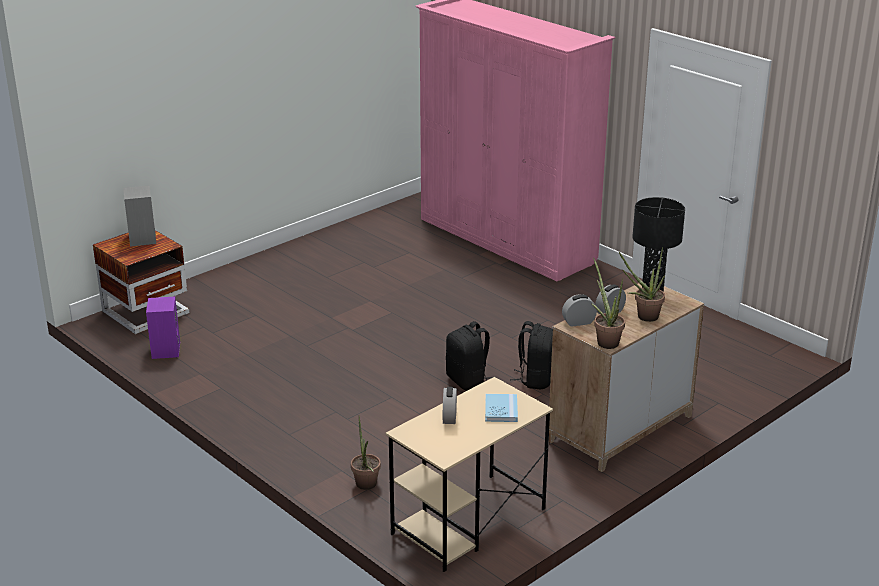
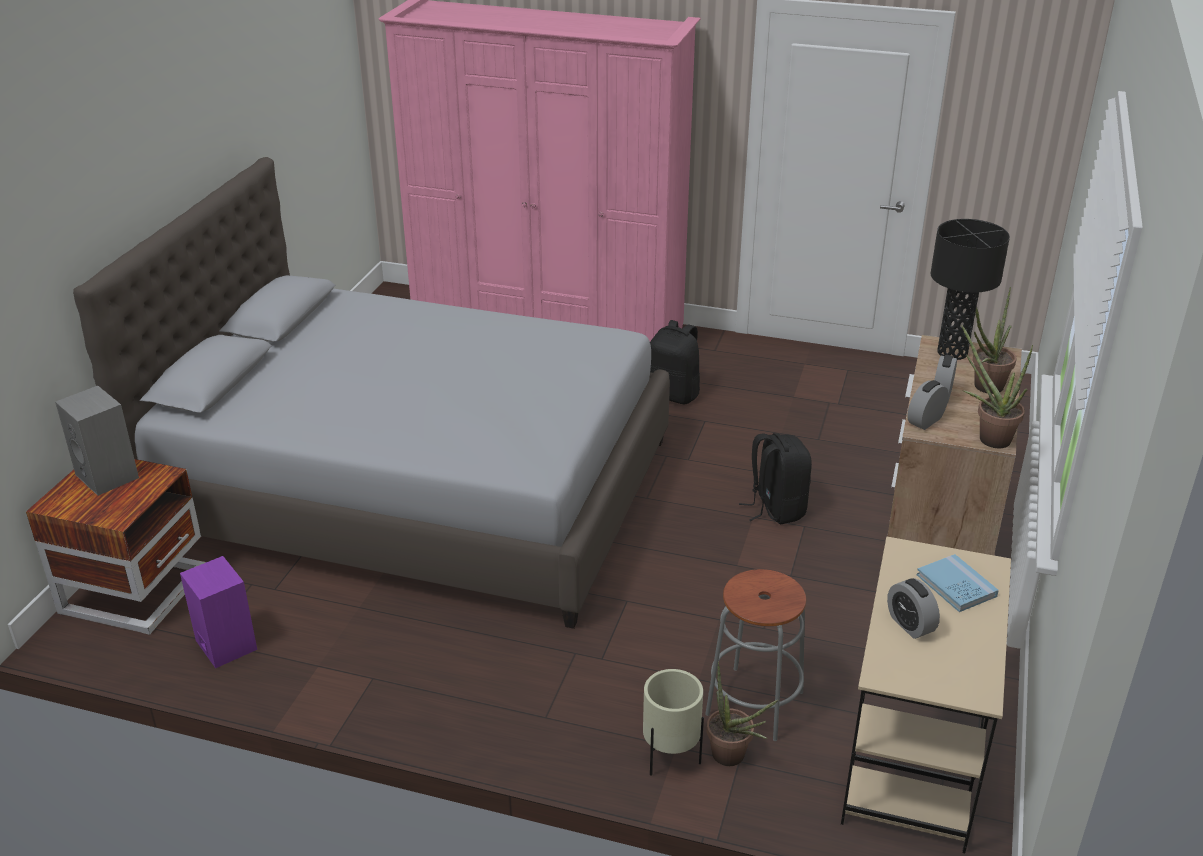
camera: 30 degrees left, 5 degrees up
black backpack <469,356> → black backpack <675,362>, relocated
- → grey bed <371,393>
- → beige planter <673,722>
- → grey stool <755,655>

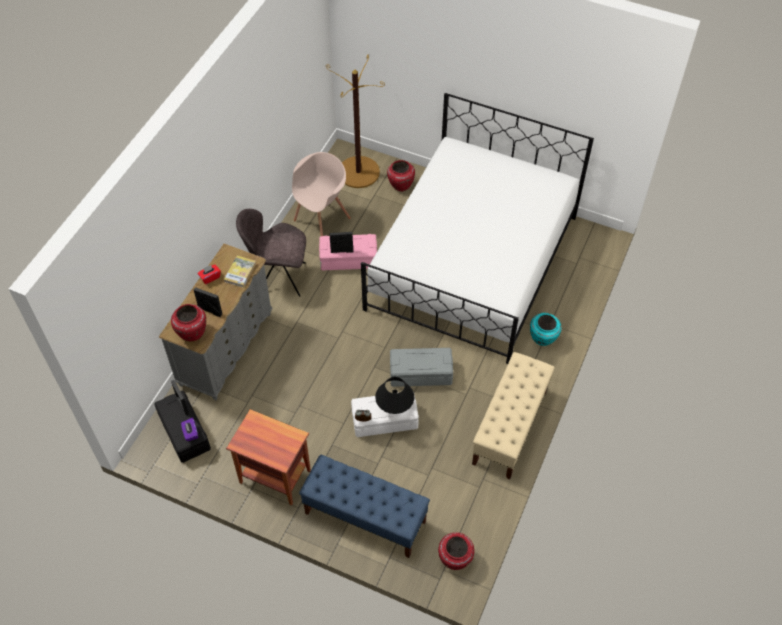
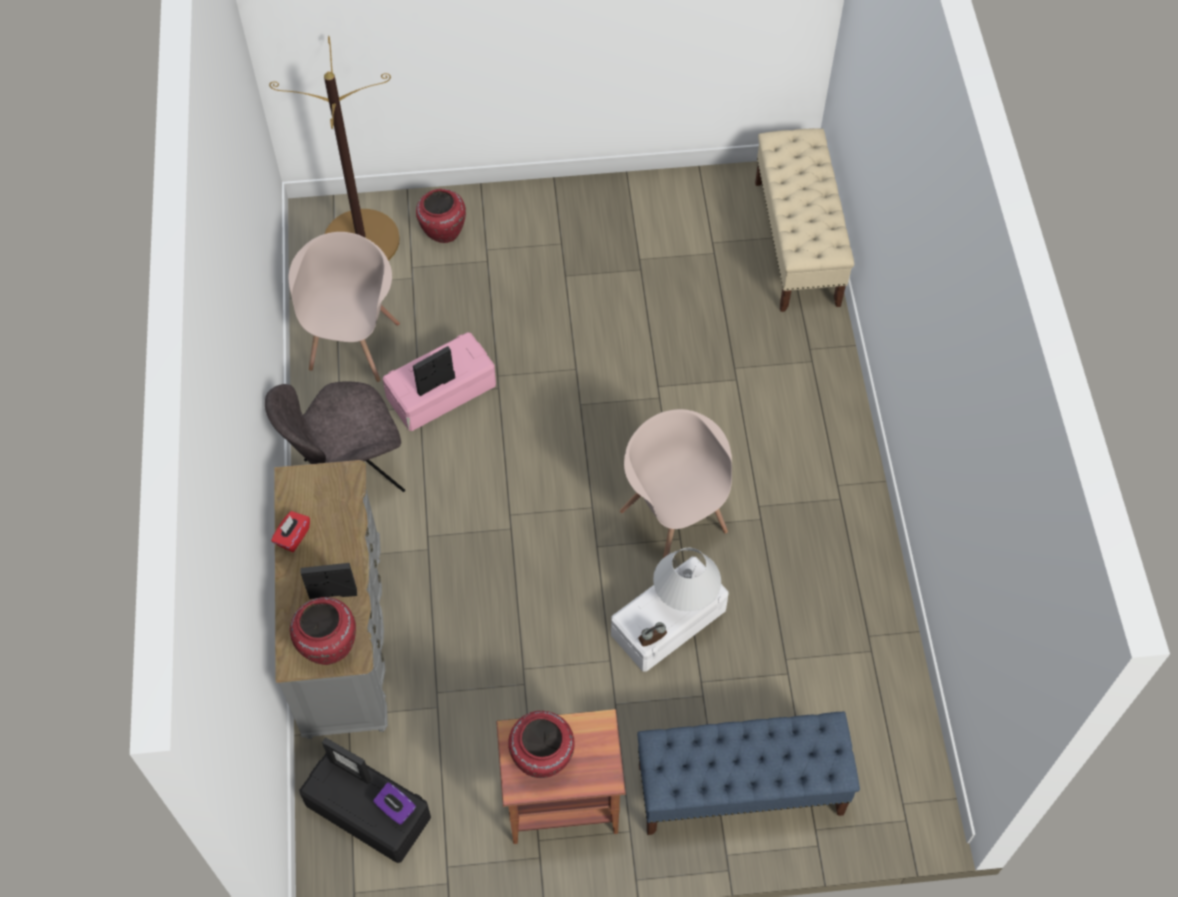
camera: 30 degrees left, 5 degrees up
book <240,272> → -
white bed <477,228> → -
black table lamp <394,395> → white table lamp <687,579>
grey storage box <421,367> → beige chair <676,483>
red vase <456,551> → red vase <541,744>, relocated
beige bench <513,415> → beige bench <804,220>, relocated
turquoise vase <545,329> → -

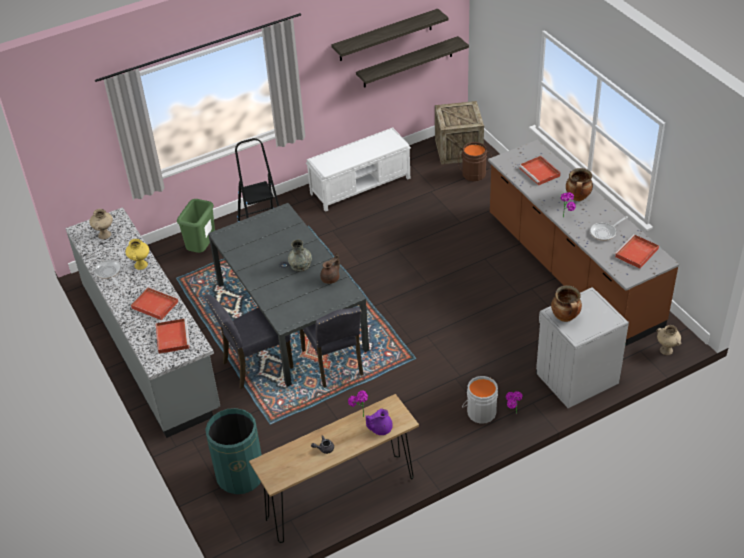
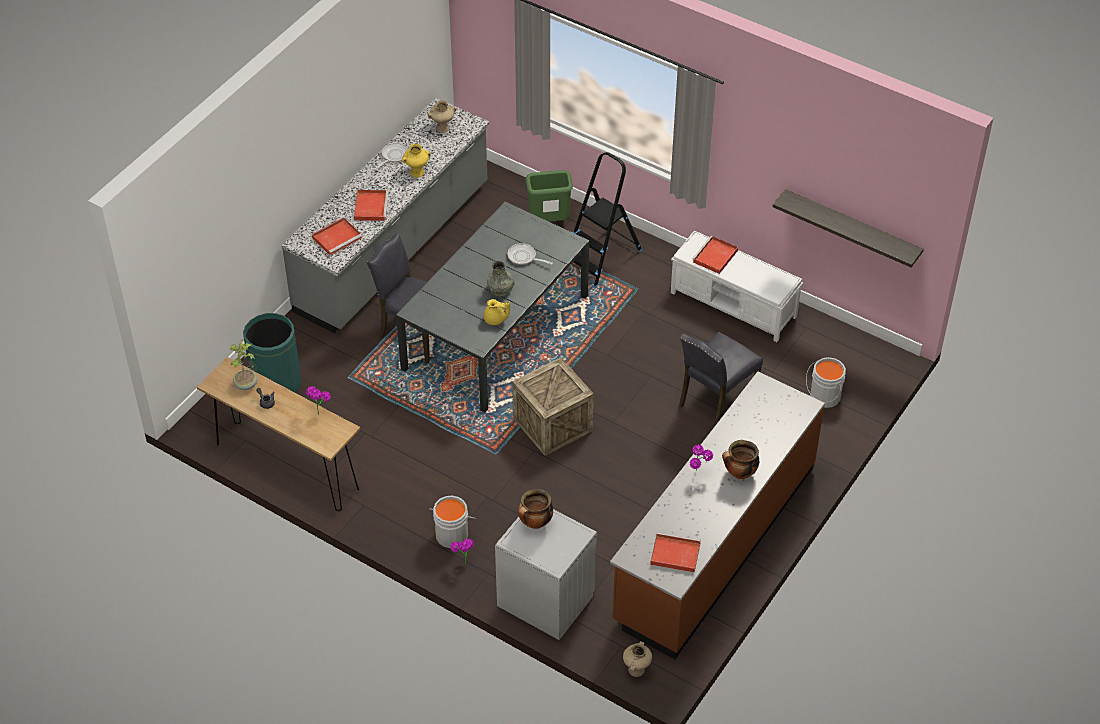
camera: 60 degrees right, 5 degrees up
grey chair <332,347> → grey chair <721,380>, relocated
brown teapot <330,268> → yellow teapot <497,312>
shelf <390,35> → -
purple teapot <379,422> → -
crate <459,133> → crate <553,406>, relocated
brown bucket <475,161> → grey bucket <826,382>
red tray <540,170> → red tray <715,255>, relocated
frying pan <609,228> → frying pan <530,254>, relocated
- → potted plant <243,364>

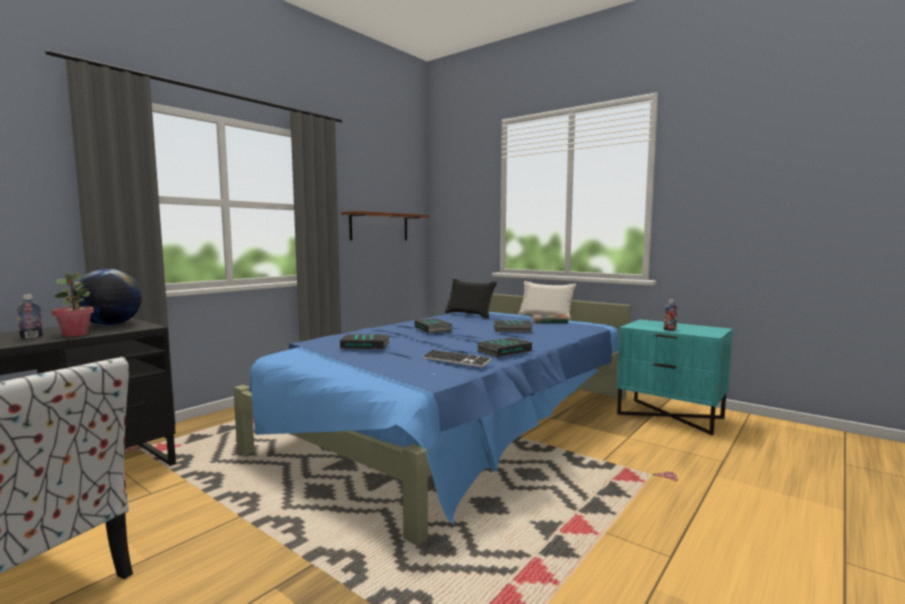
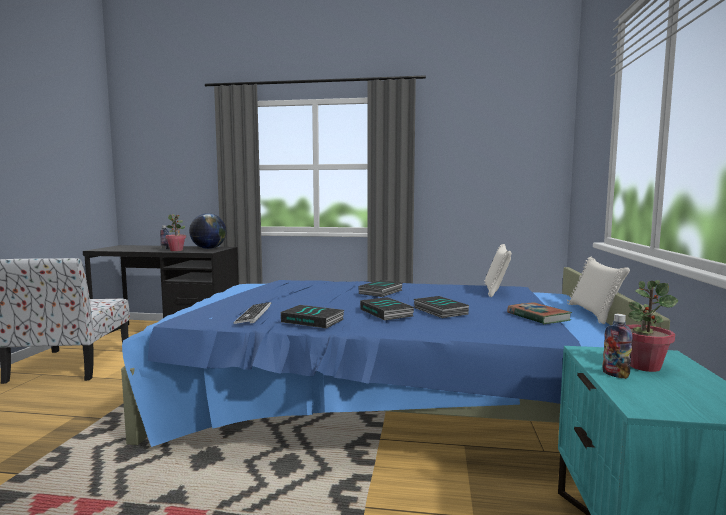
camera: 60 degrees right, 0 degrees up
book <364,341> → book <387,308>, relocated
brown shelf <385,225> → -
black pillow <471,299> → white pillow <498,270>
- → potted plant <652,326>

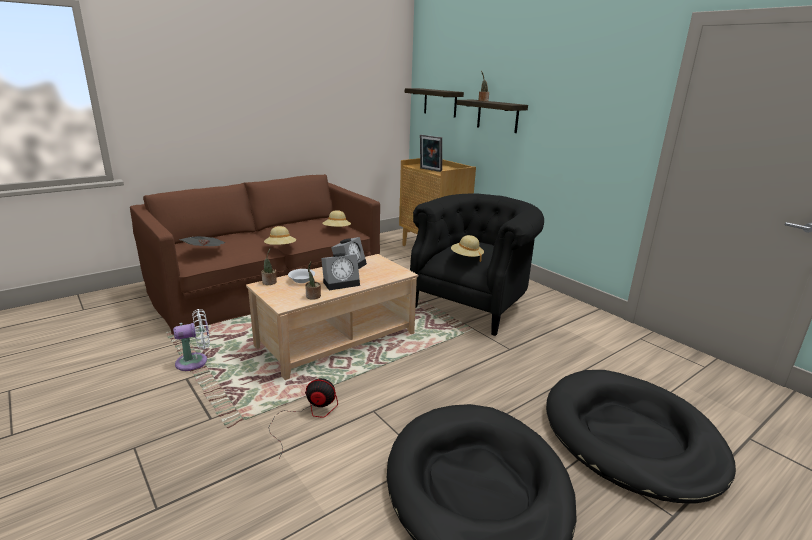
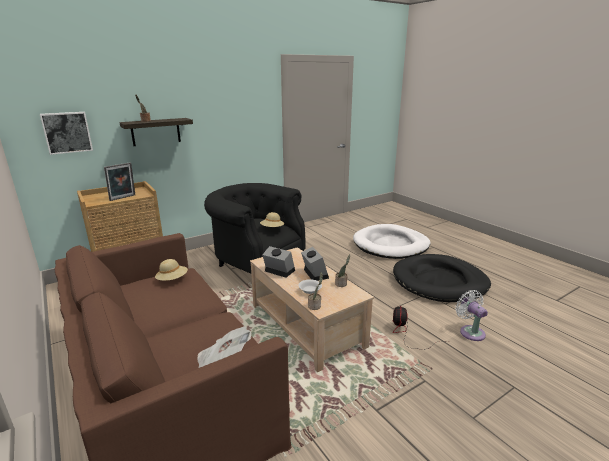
camera: 85 degrees left, 0 degrees up
white fan <191,340> → white fan <471,315>, relocated
beige hat <280,235> → -
shelf <434,103> → picture <66,133>
black dog bed <641,437> → white dog bed <392,241>

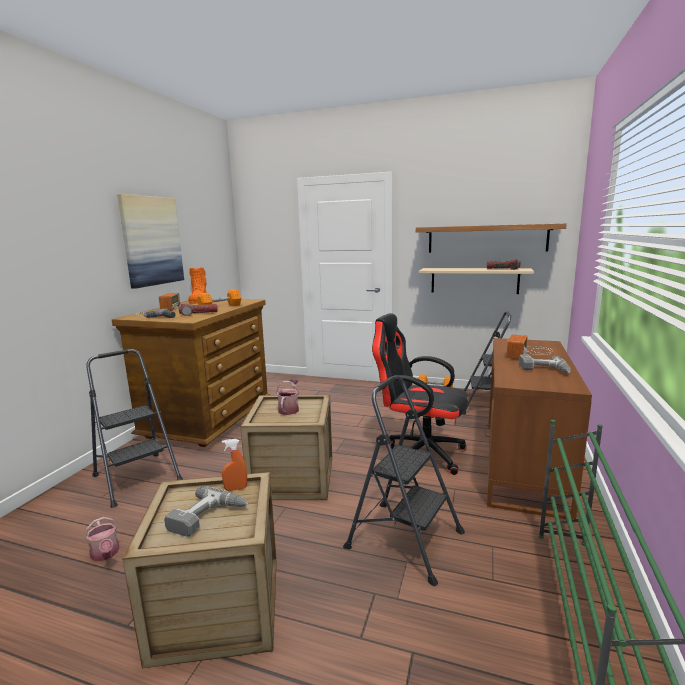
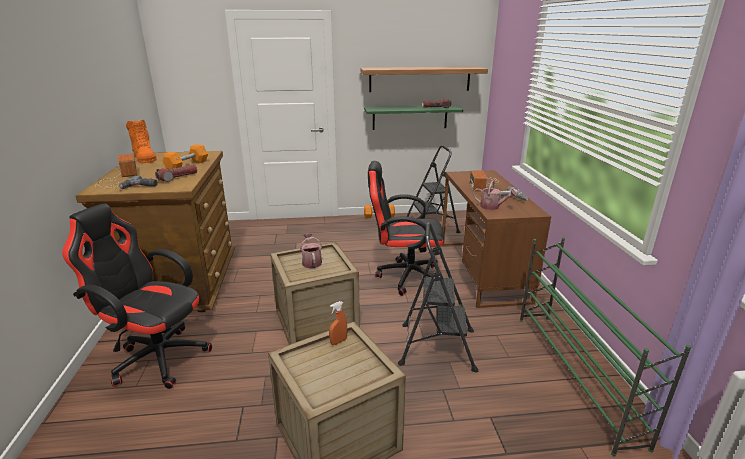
camera: 25 degrees left, 10 degrees up
watering can <101,539> → watering can <495,195>, relocated
black step ladder <134,428> → black office chair <137,296>
picture <150,241> → -
power drill <206,511> → -
beige shelf <476,281> → green shelf <413,117>

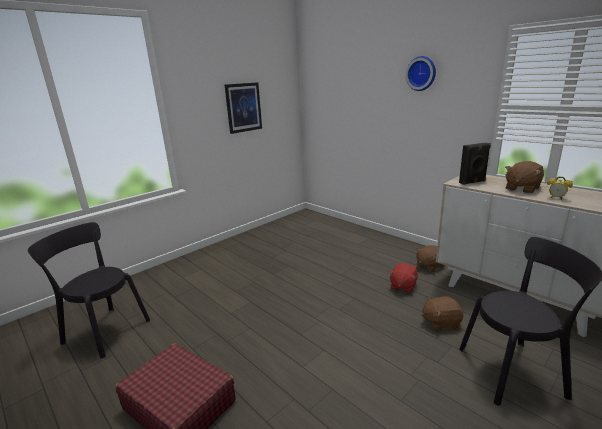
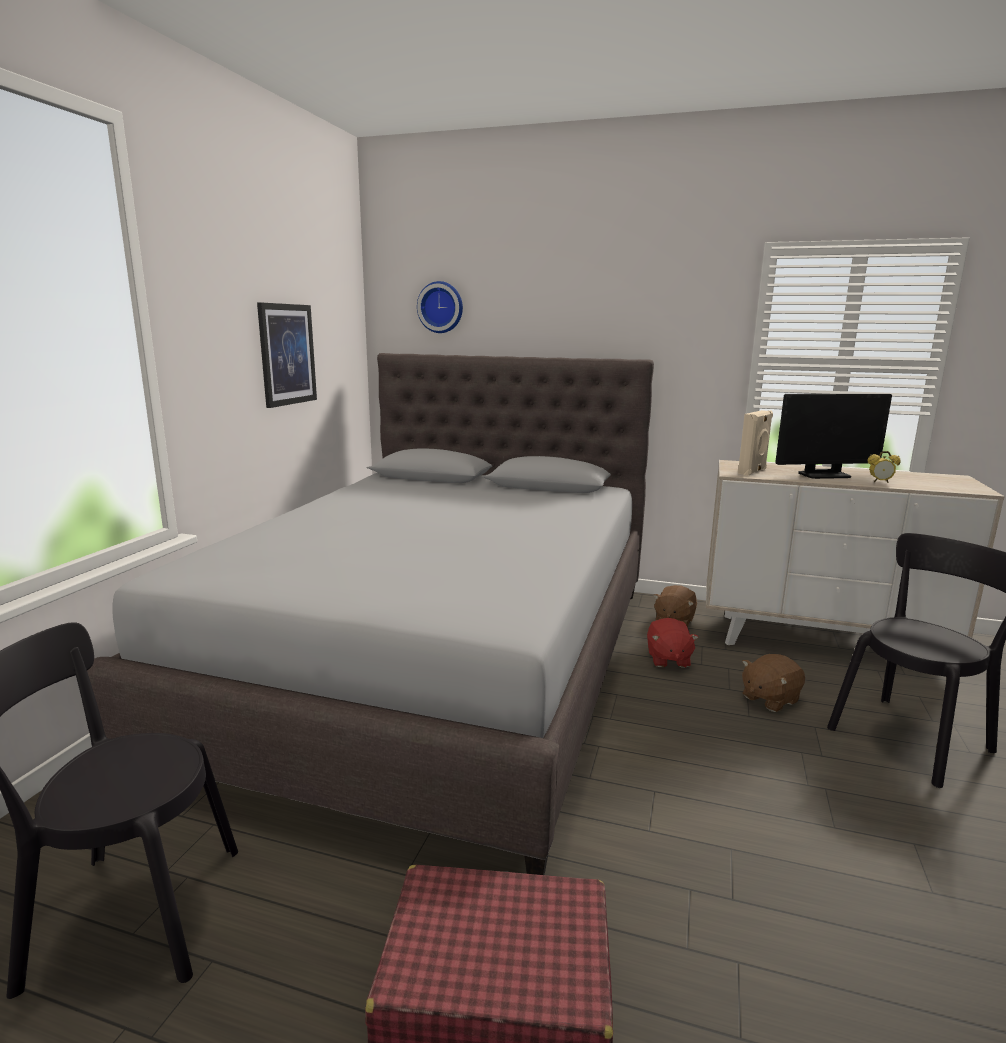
camera: 30 degrees left, 5 degrees down
wall clock <421,73> → wall clock <440,307>, relocated
black speaker <475,164> → beige speaker <755,443>
brown plush toy <524,177> → monitor <833,436>
- → grey bed <370,614>

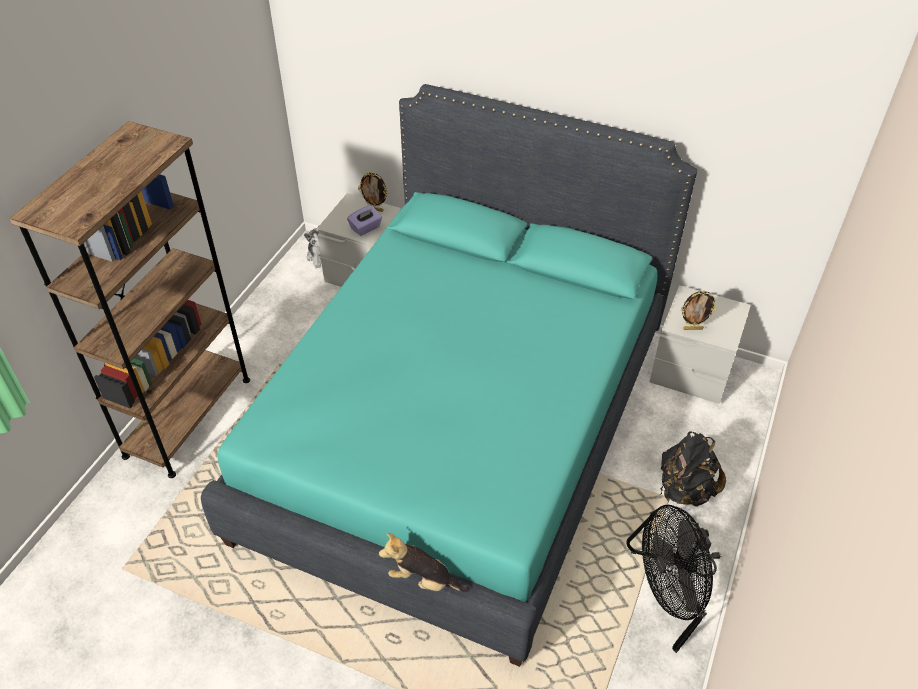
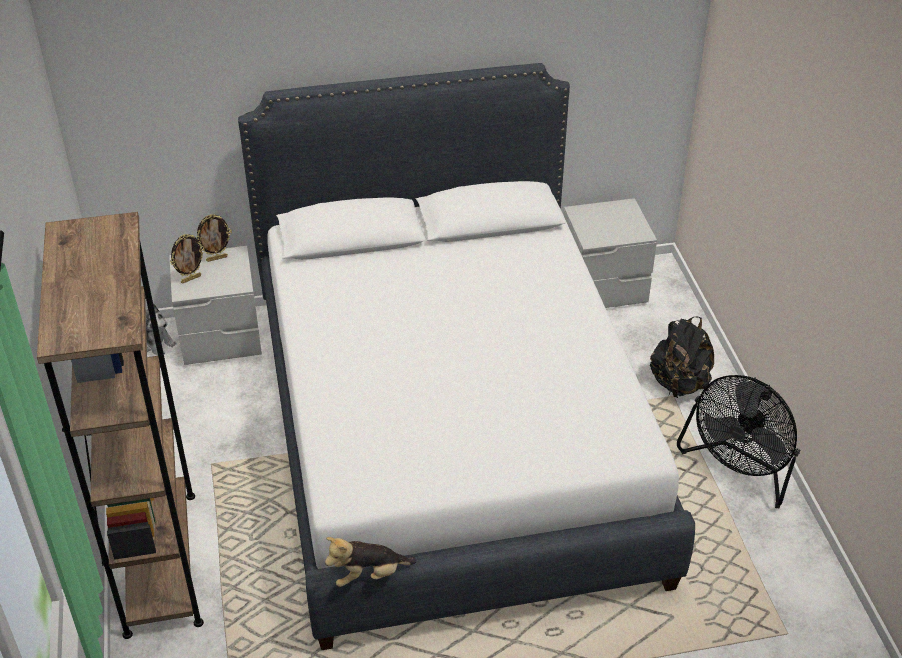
camera: 35 degrees left, 5 degrees down
turquoise bed <449,375> → white bed <466,356>
purple tissue box <364,220> → -
plush toy <424,562> → plush toy <371,562>, relocated
picture frame <699,310> → picture frame <187,258>, relocated

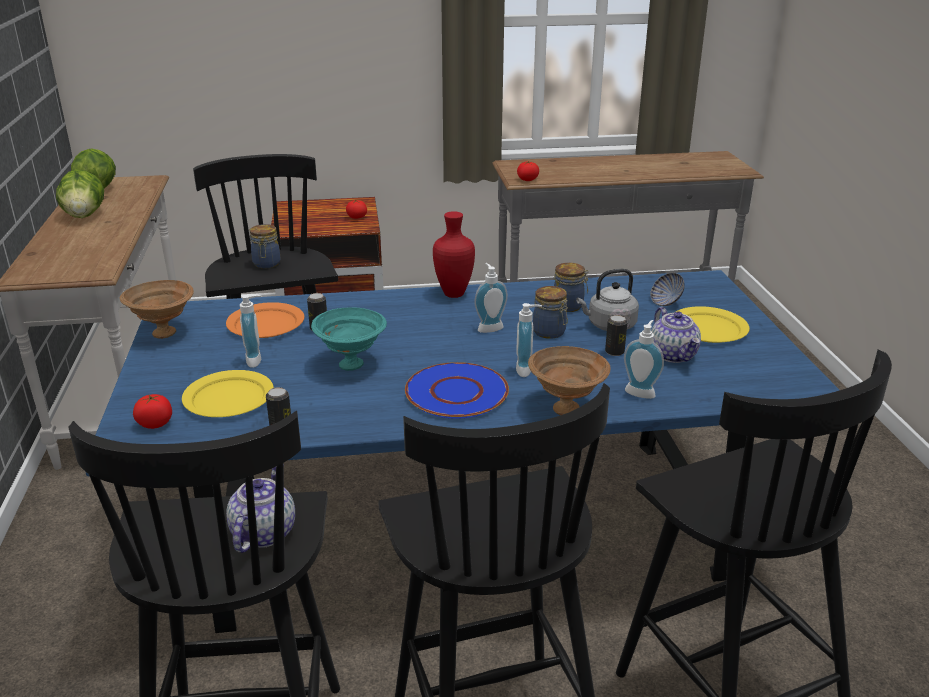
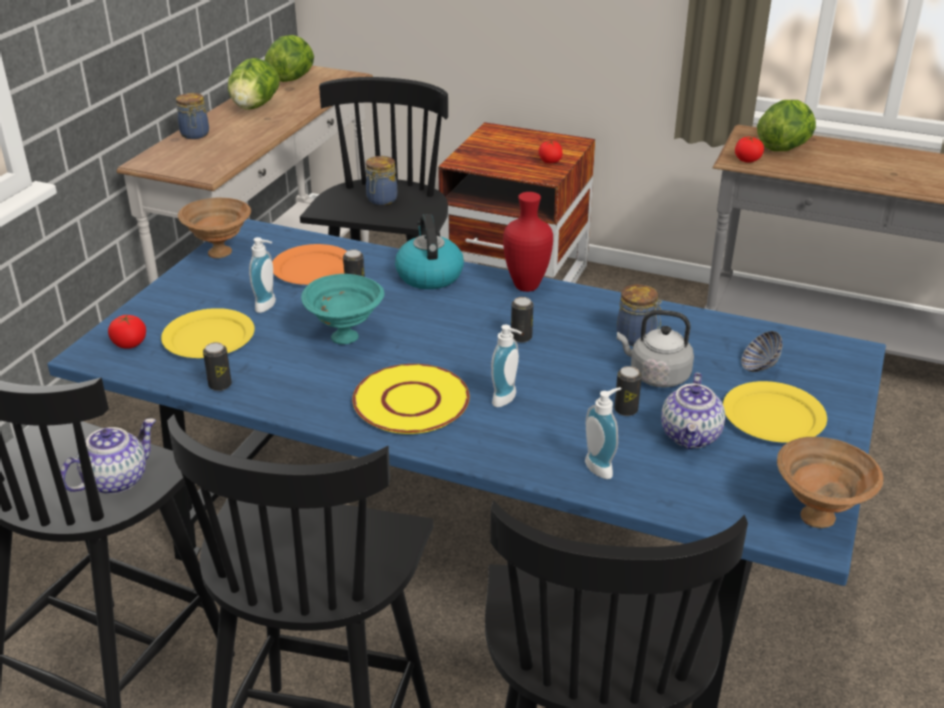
camera: 30 degrees right, 5 degrees up
blue plate <457,390> → yellow plate <411,399>
soap dispenser <491,298> → can <522,320>
brown bowl <569,380> → brown bowl <830,482>, relocated
jar <550,312> → jar <192,116>, relocated
- → kettle <429,251>
- → lettuce <786,125>

